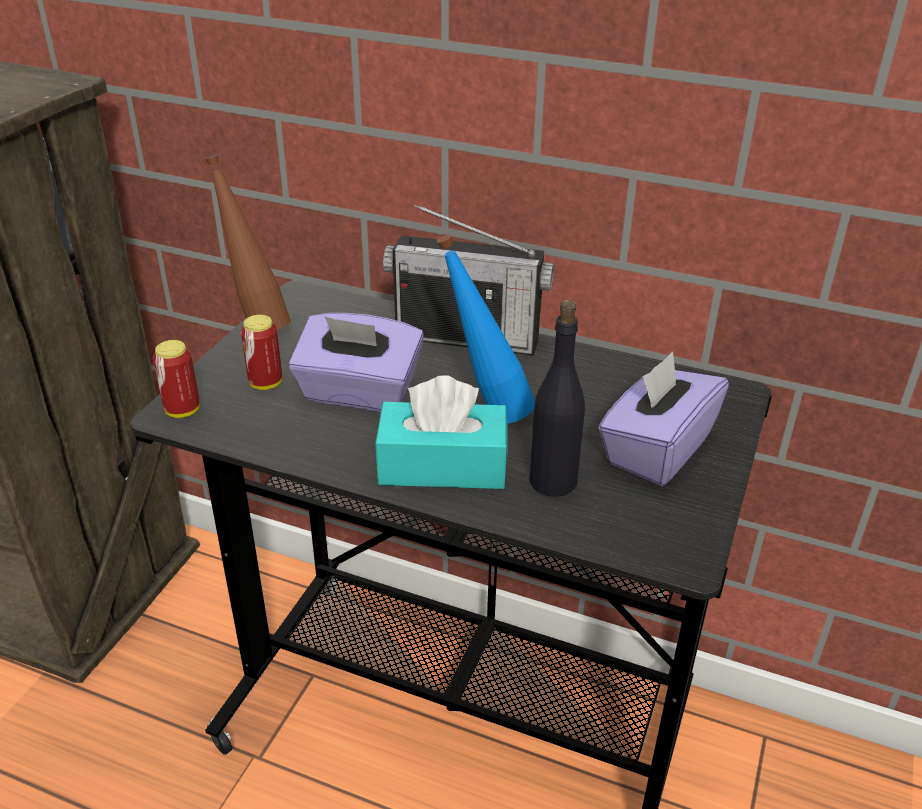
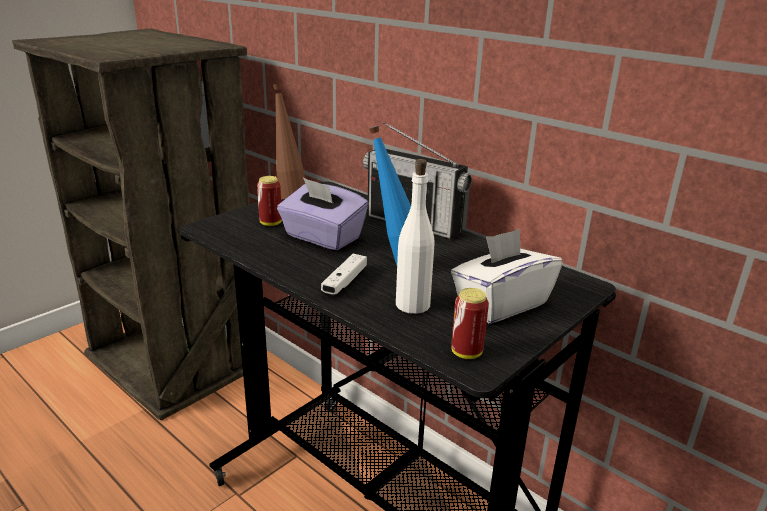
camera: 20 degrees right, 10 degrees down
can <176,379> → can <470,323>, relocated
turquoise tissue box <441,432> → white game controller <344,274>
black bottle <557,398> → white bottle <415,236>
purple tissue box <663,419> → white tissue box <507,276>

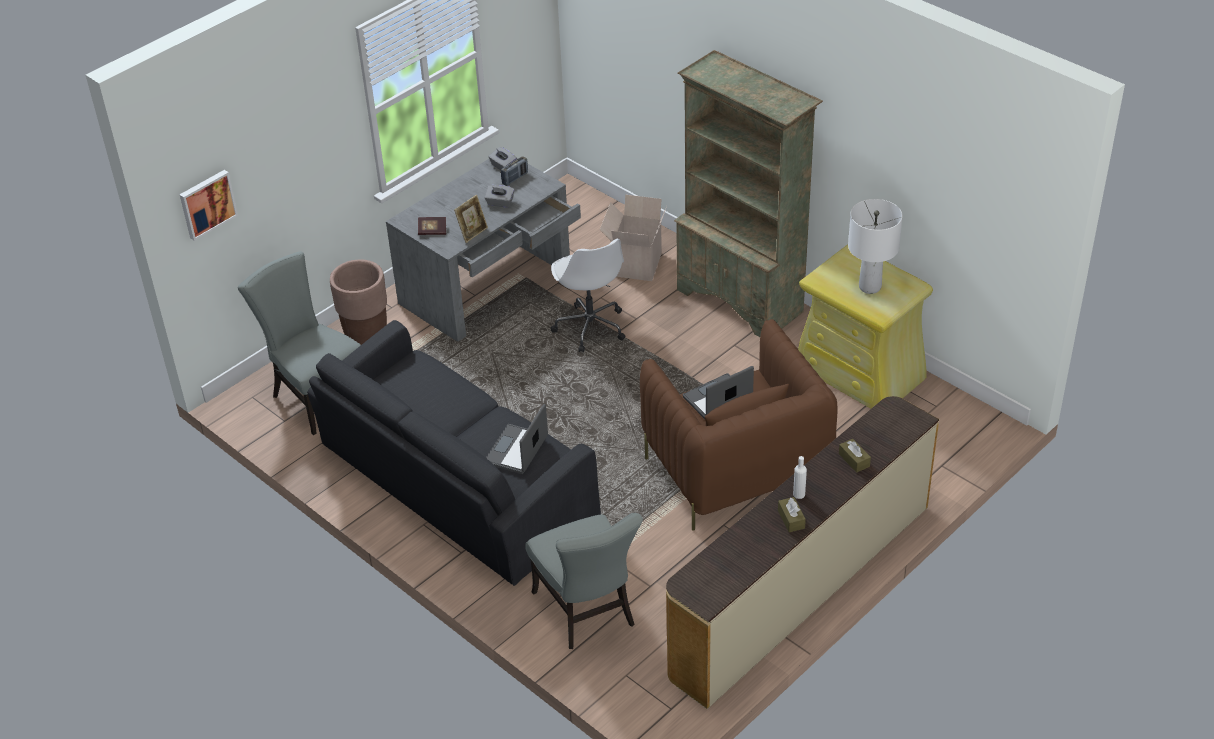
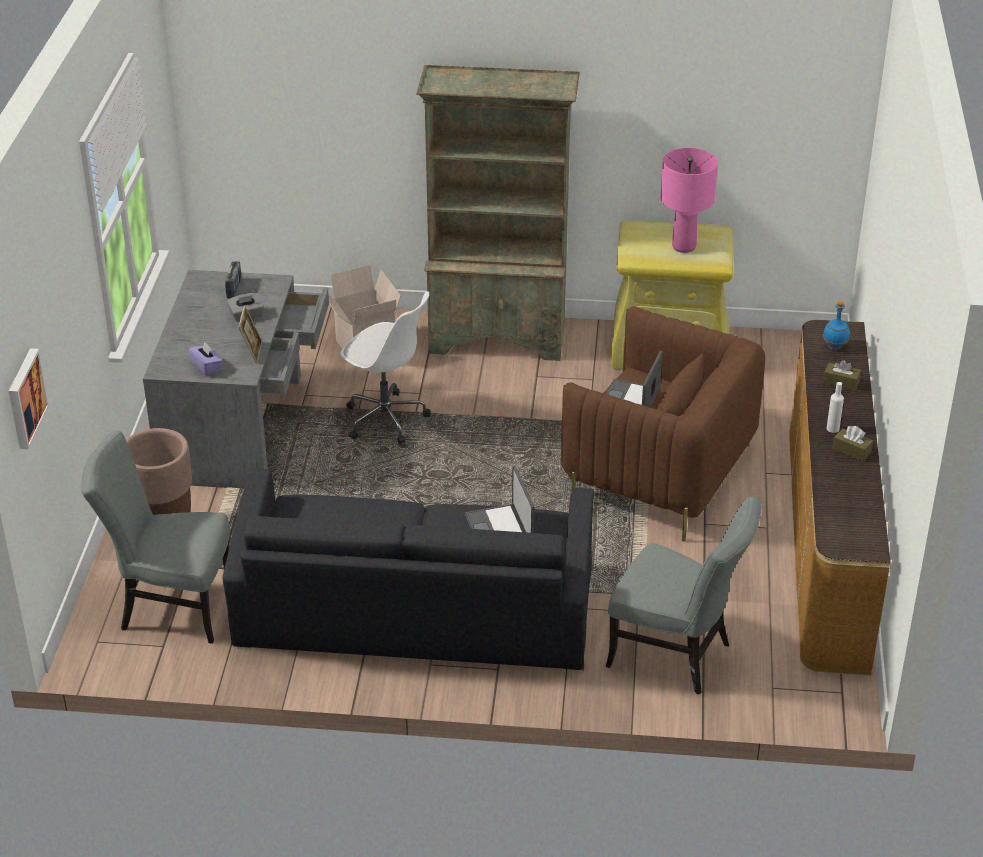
camera: 40 degrees left, 5 degrees down
book <432,226> → purple tissue box <205,358>
grey tissue box <502,158> → -
white table lamp <875,246> → pink table lamp <689,200>
- → blue bottle <836,325>

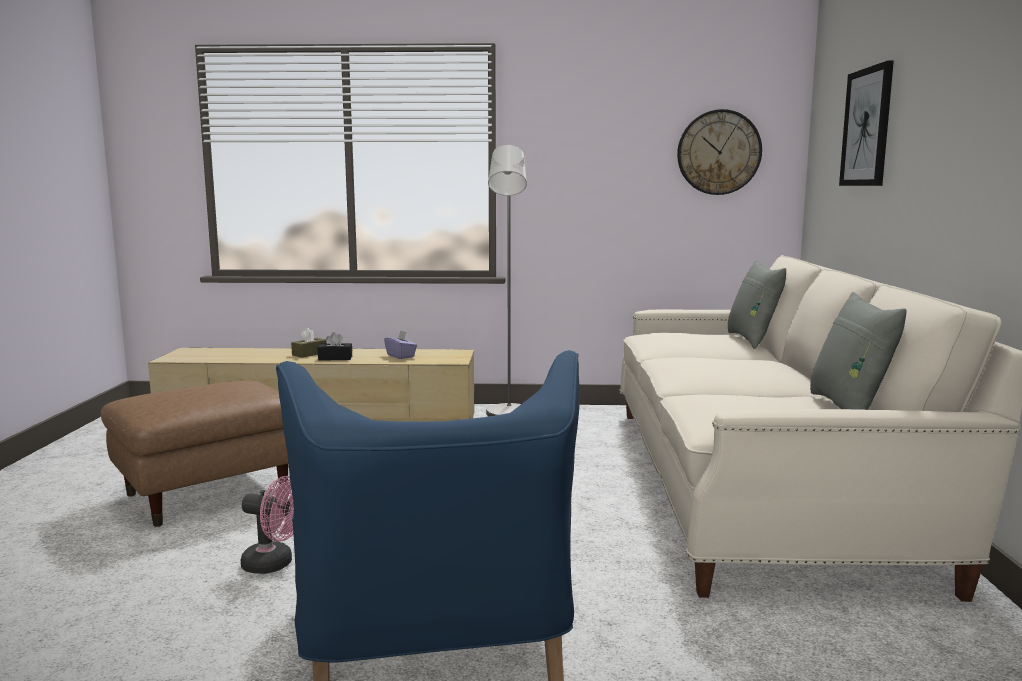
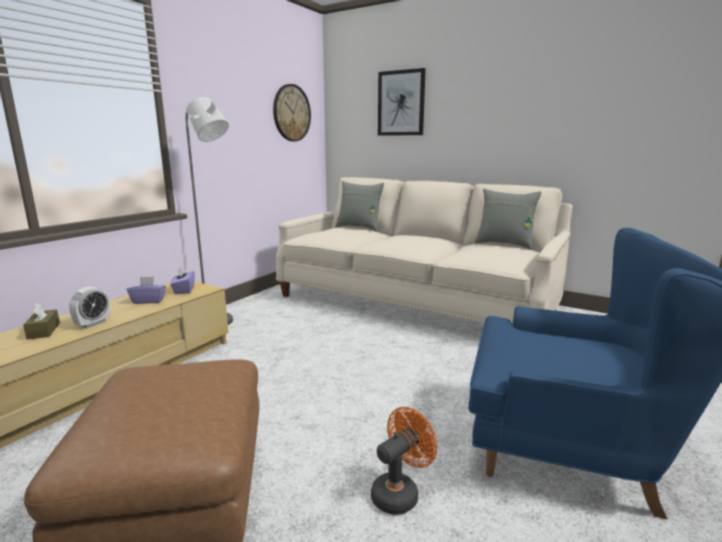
camera: 60 degrees left, 5 degrees up
pink fan <267,525> → orange fan <404,461>
black tissue box <335,346> → alarm clock <89,307>
- → purple tissue box <183,280>

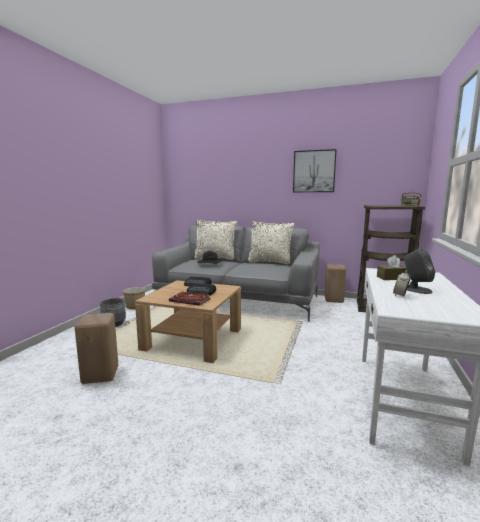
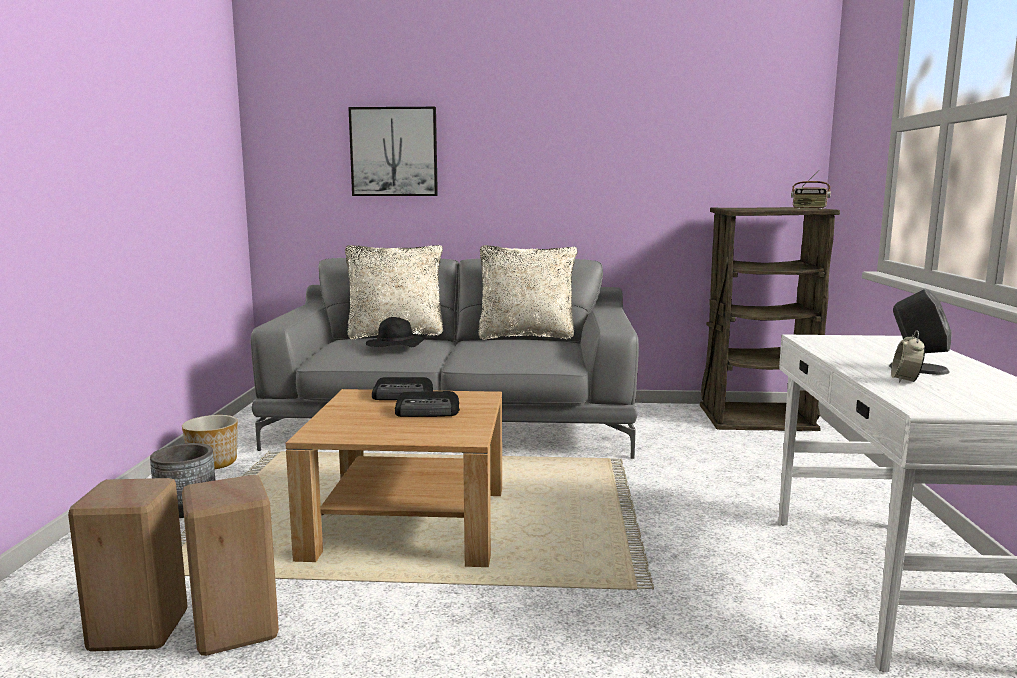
camera: 15 degrees left, 0 degrees up
book <190,299> → -
picture <315,170> → picture <393,151>, relocated
beige stool <335,283> → beige stool <128,565>, relocated
brown tissue box <392,267> → -

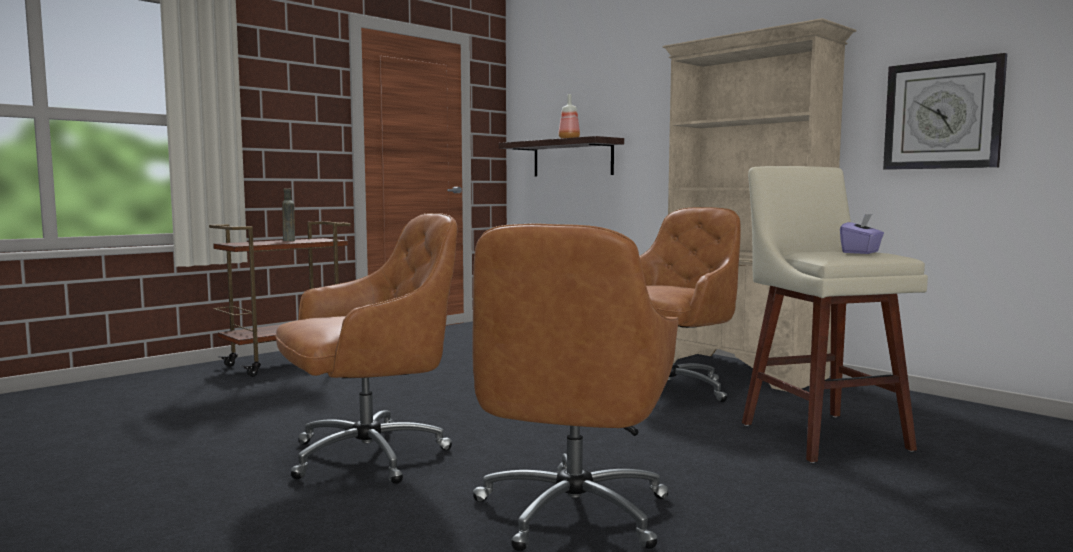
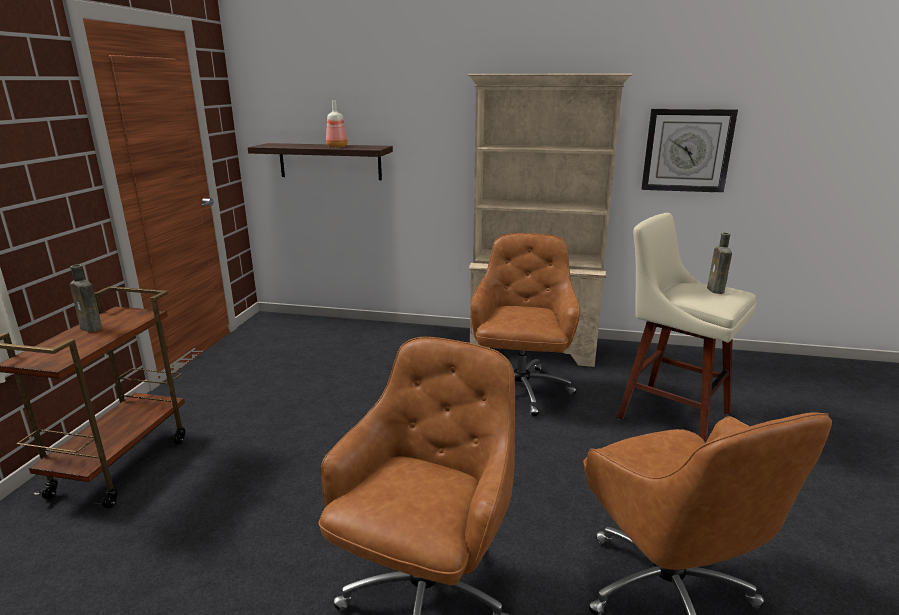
camera: 35 degrees left, 15 degrees up
purple tissue box <862,234> → brown bottle <719,263>

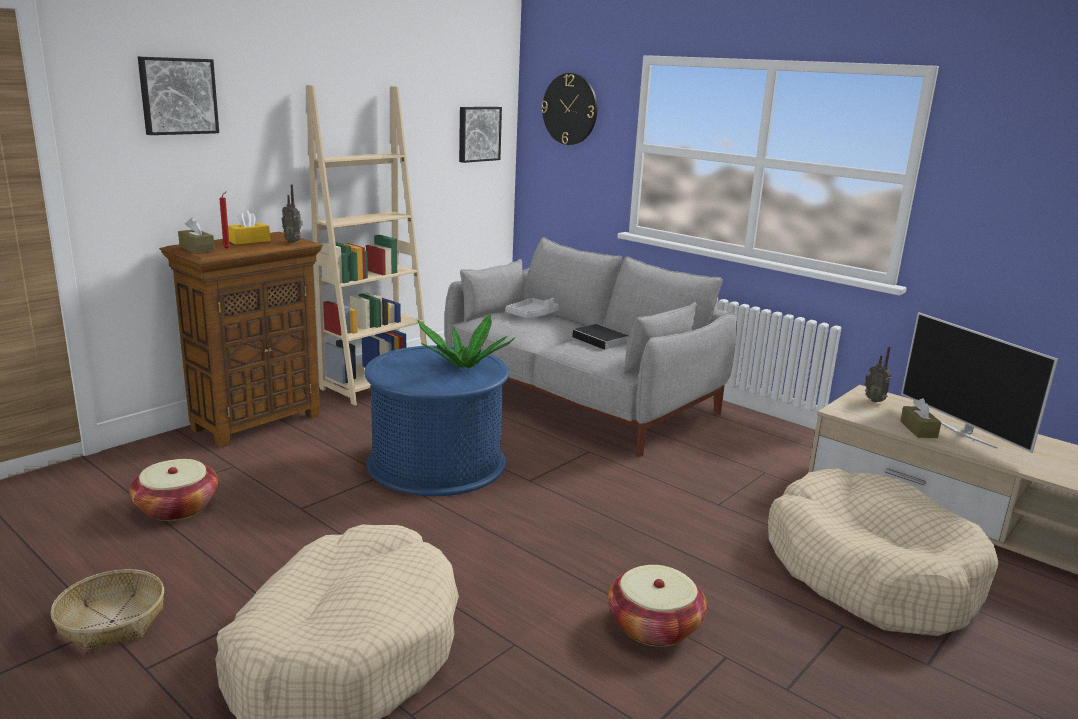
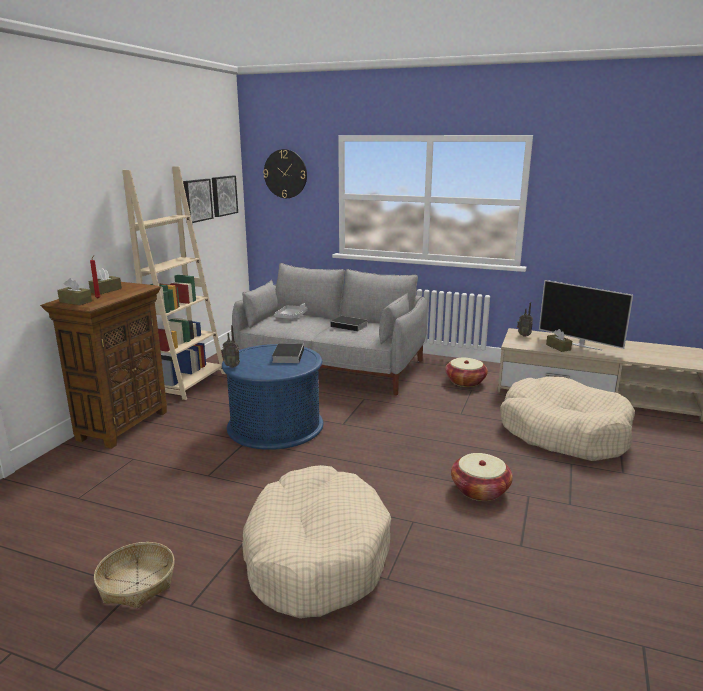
camera: 20 degrees left, 0 degrees up
basket <173,490> → basket <466,372>, relocated
picture <178,96> → picture <198,201>, relocated
yellow tissue box <249,228> → brown tissue box <105,281>
radio <292,213> → radio <230,346>, relocated
potted plant <466,341> → book <288,353>

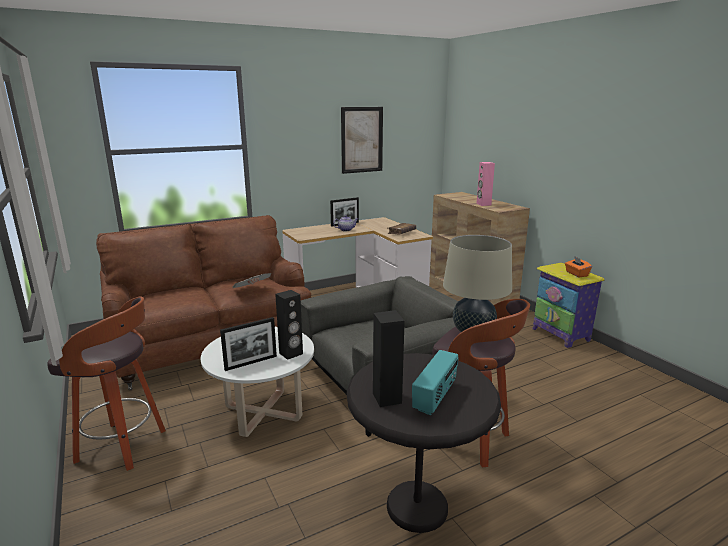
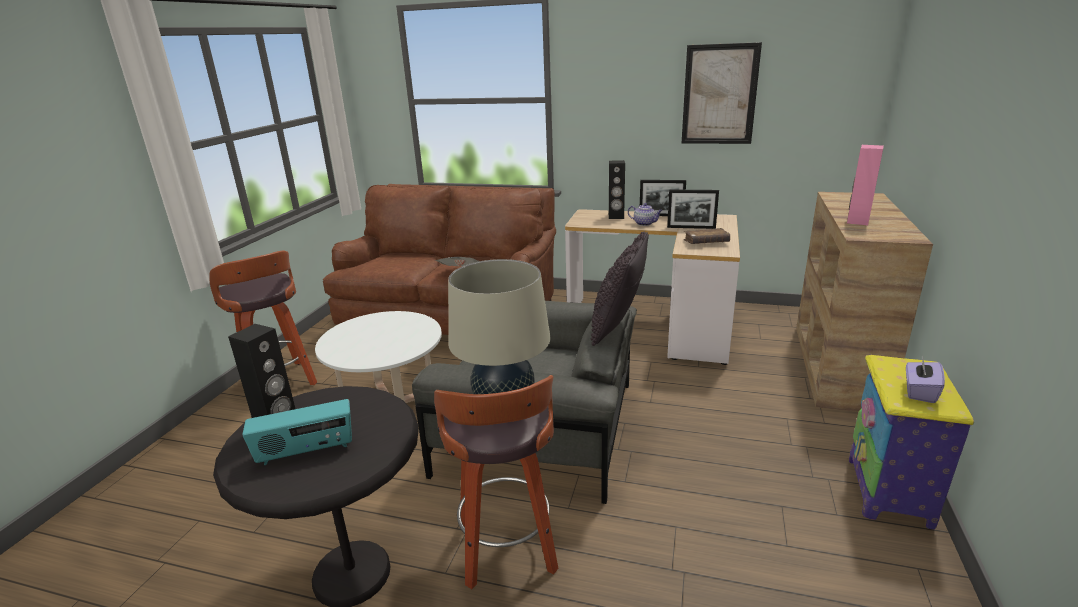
camera: 45 degrees right, 5 degrees up
picture frame <248,344> → picture frame <693,209>, relocated
black speaker <289,325> → black speaker <617,189>, relocated
orange tissue box <578,266> → purple tissue box <925,381>
- → black pillow <620,289>

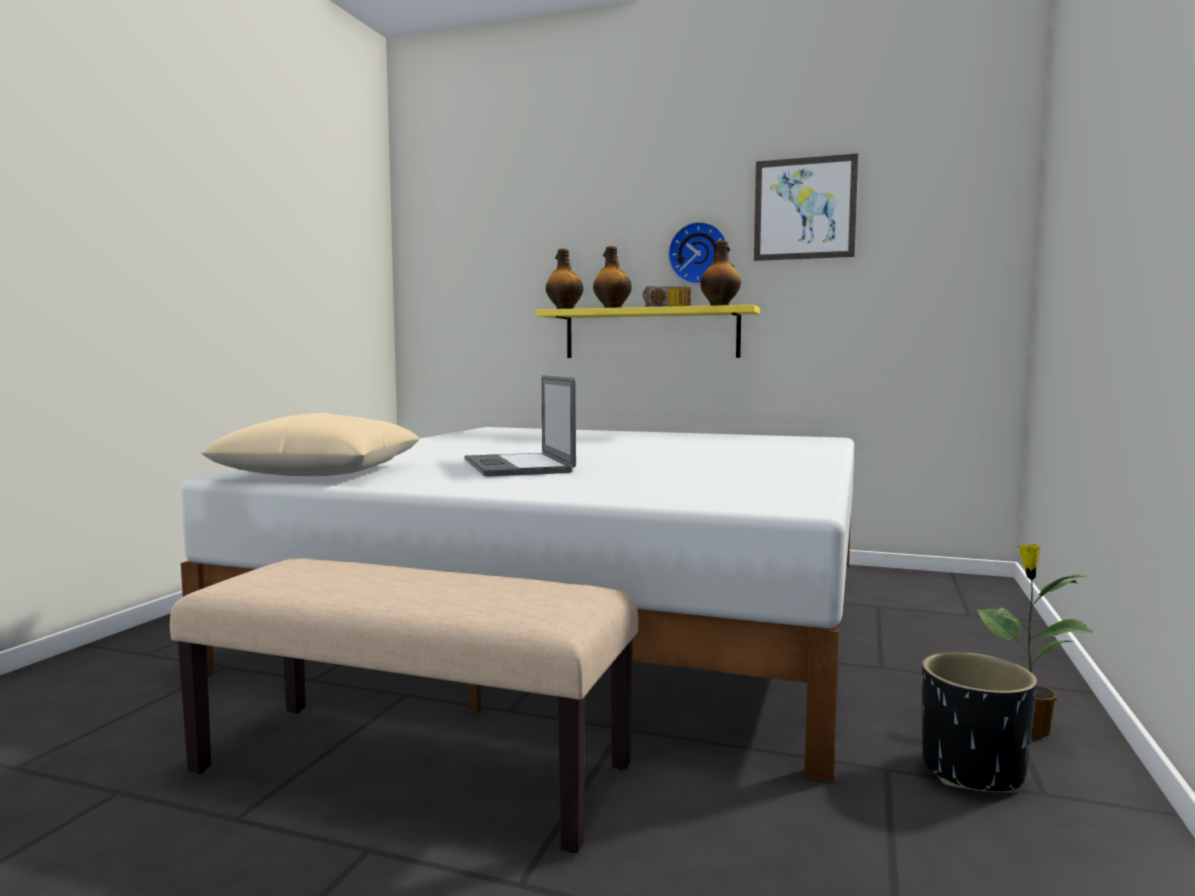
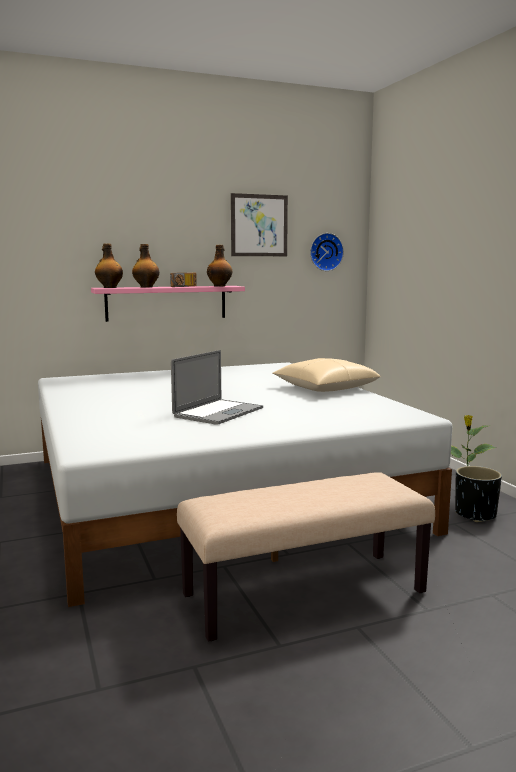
camera: 40 degrees left, 5 degrees up
beige pillow <310,444> → beige pillow <326,375>, relocated
laptop <520,425> → laptop <217,387>, 90 degrees counterclockwise
yellow shelf <648,331> → pink shelf <168,304>
wall clock <698,253> → wall clock <327,252>, relocated

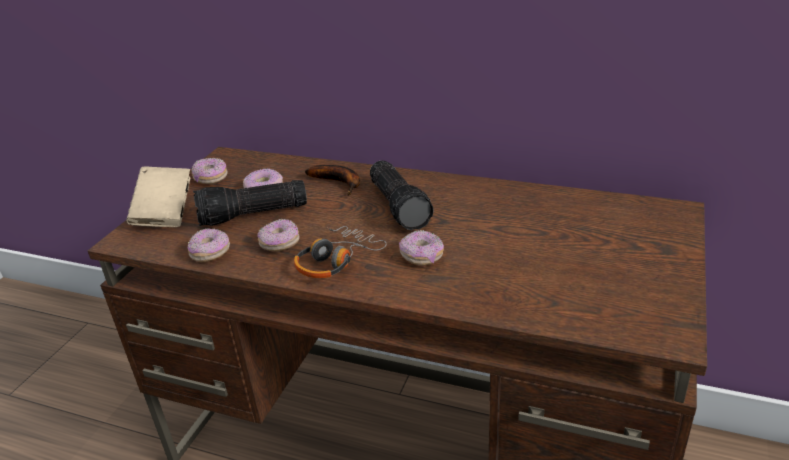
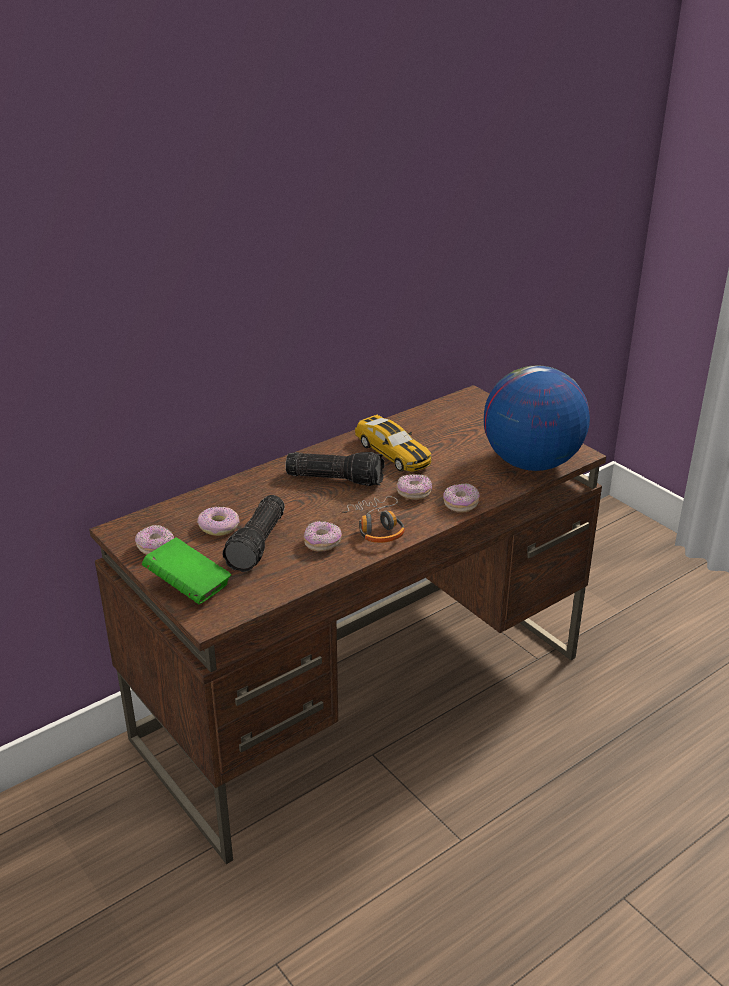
camera: 60 degrees left, 0 degrees up
beige book <158,196> → green book <186,570>
donut <209,245> → donut <461,498>, relocated
banana <332,180> → -
- → toy car <393,443>
- → globe <537,418>

